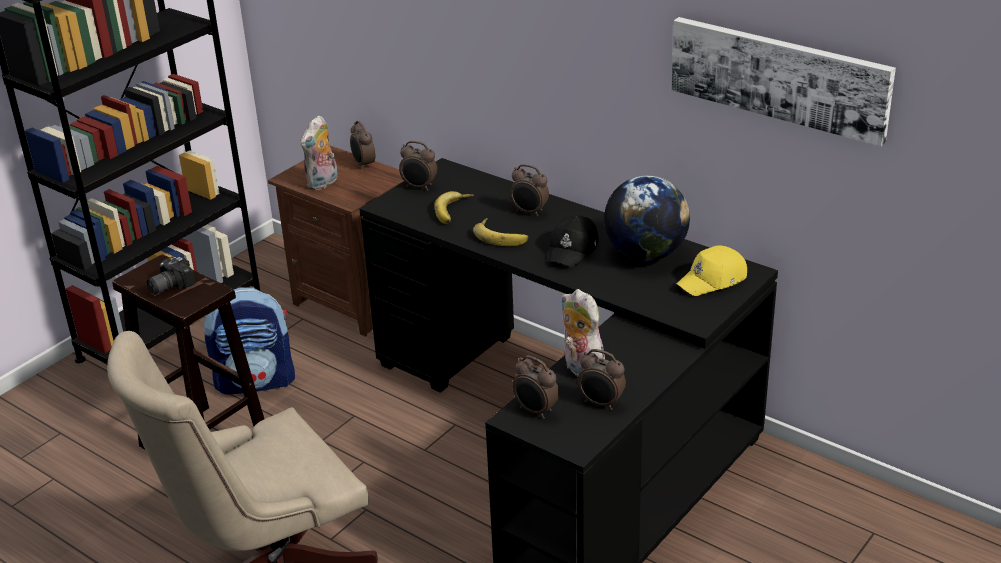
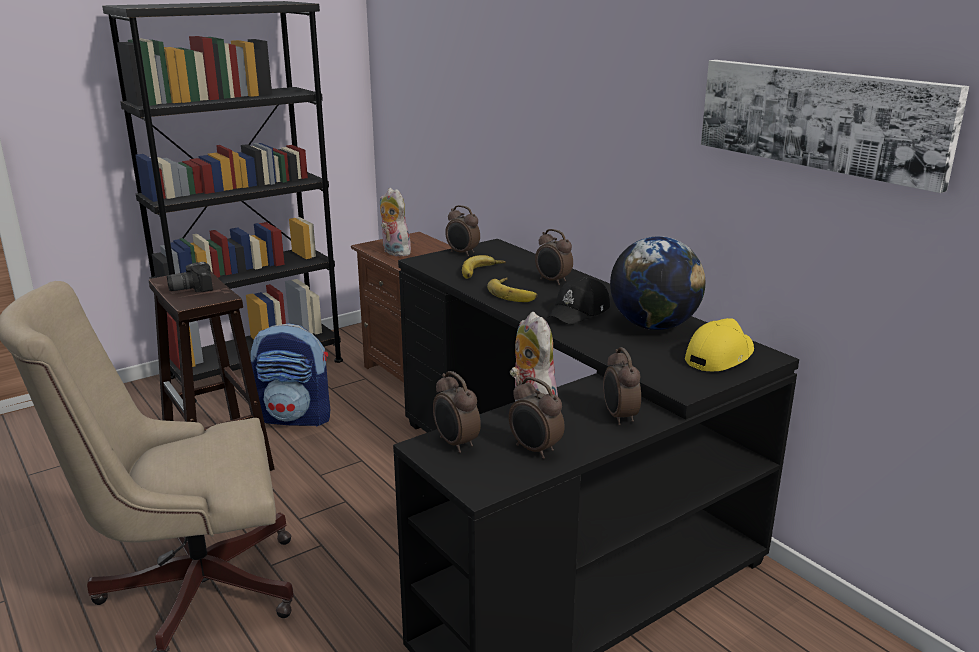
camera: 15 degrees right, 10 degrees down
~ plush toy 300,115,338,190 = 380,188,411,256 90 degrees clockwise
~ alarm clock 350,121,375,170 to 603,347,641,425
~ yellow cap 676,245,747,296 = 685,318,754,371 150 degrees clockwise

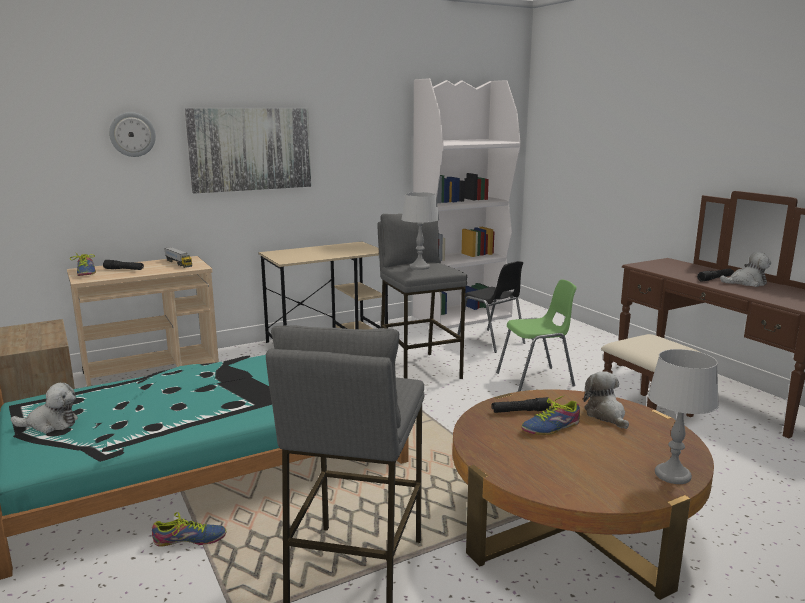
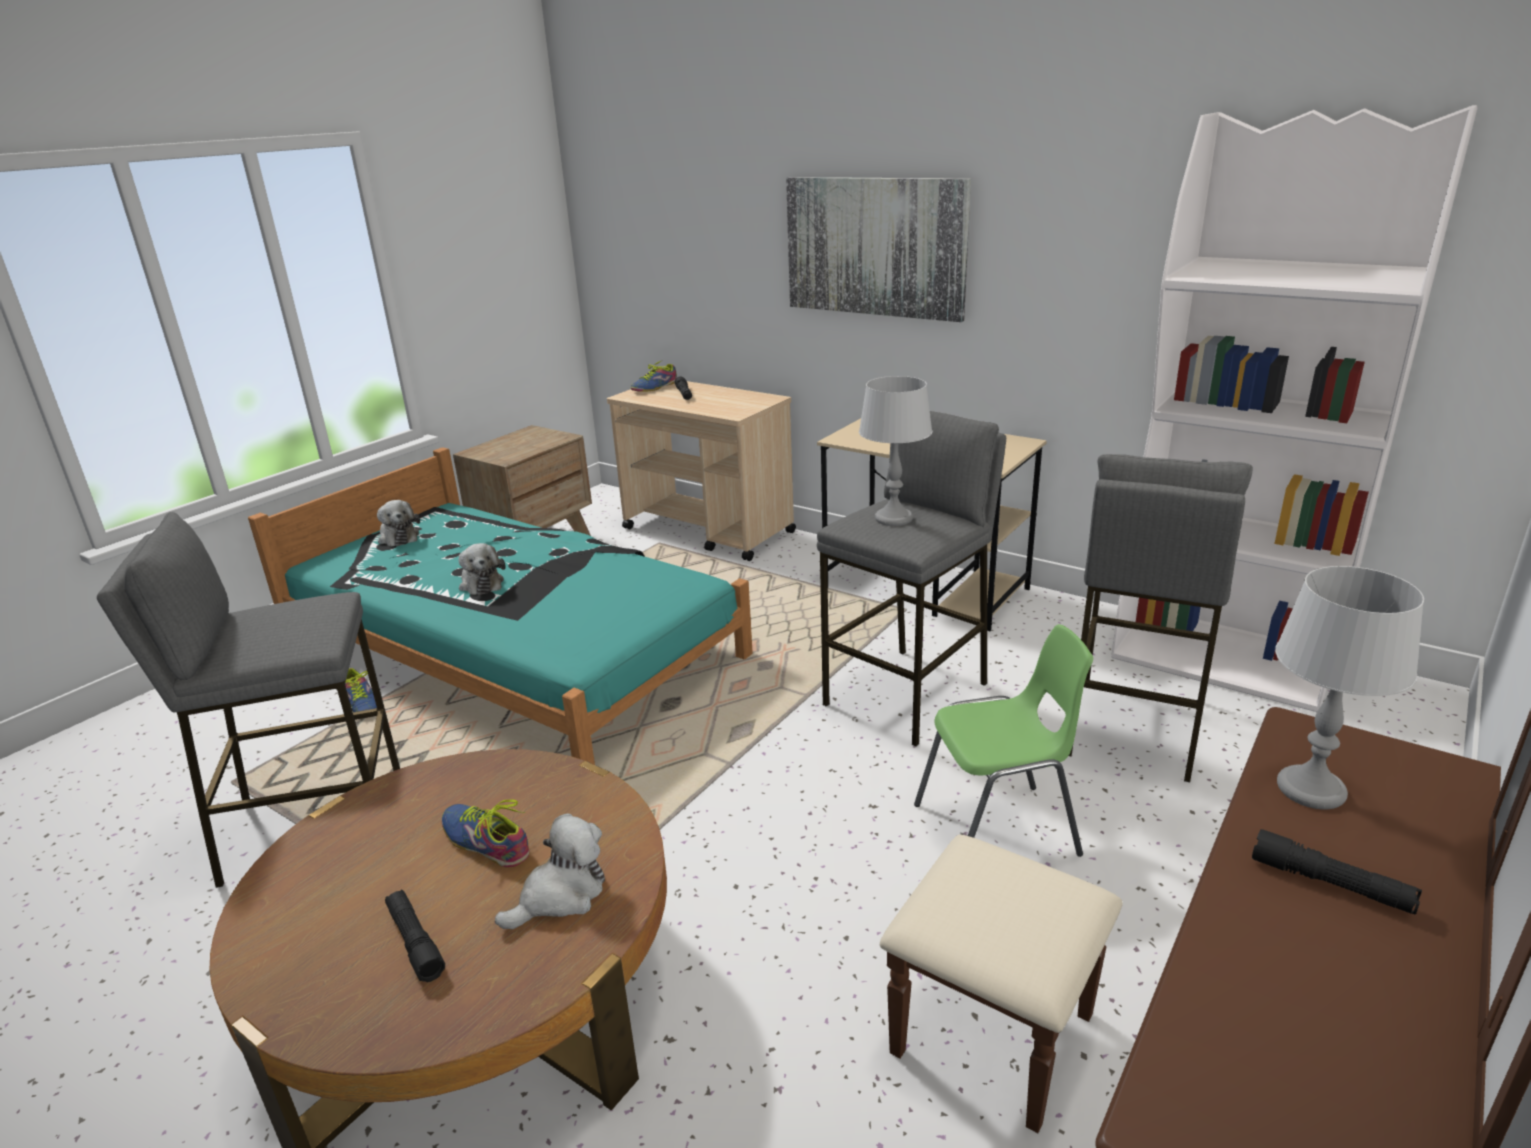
camera: 65 degrees right, 10 degrees up
~ black flashlight 492,397,551,413 to 385,890,445,982
~ plush toy 720,252,771,287 to 458,543,506,595
~ green chair 496,279,577,392 = 914,624,1093,857 60 degrees counterclockwise
~ black chair 456,261,525,353 to grey stool 1069,454,1253,782
~ grey table lamp 648,349,719,484 to 1275,566,1424,809
- wall clock 109,112,156,157
- toy truck 164,247,192,268

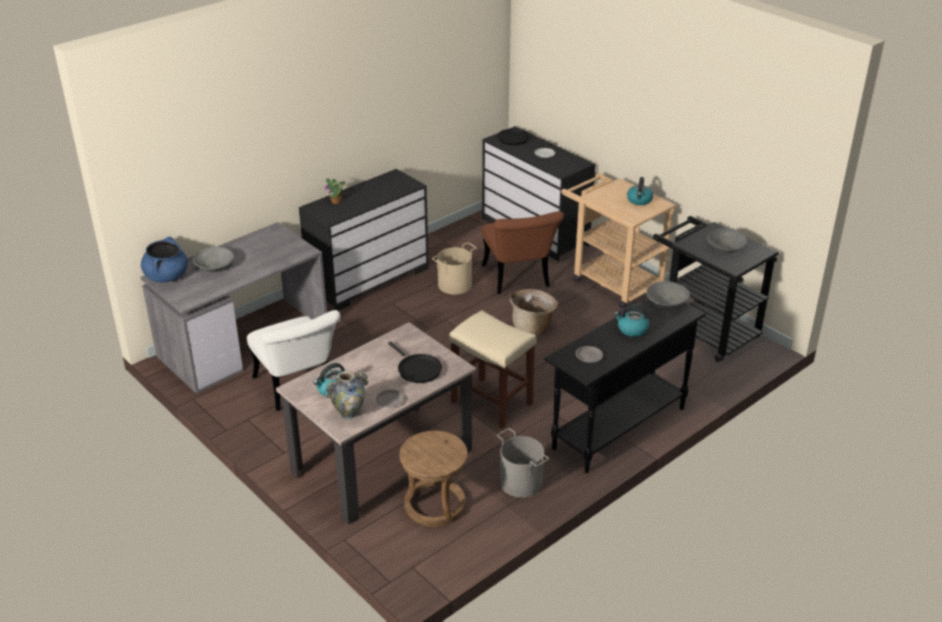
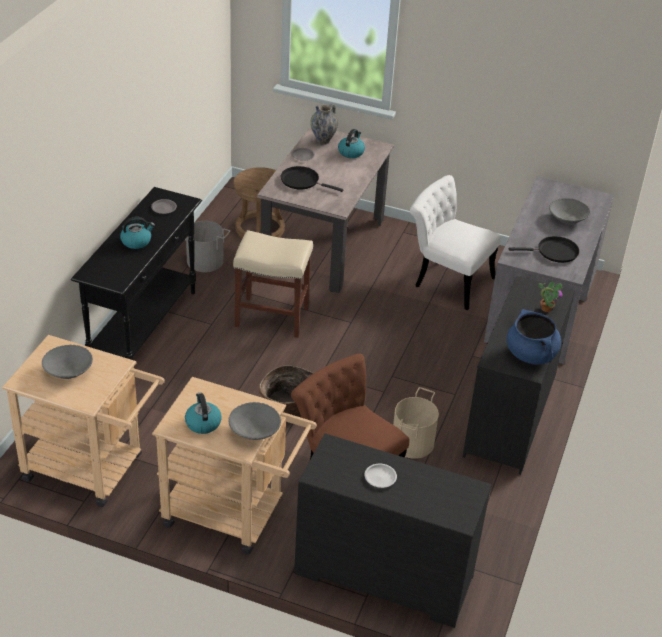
camera: 150 degrees right, 5 degrees up
~ black cart 653,216,779,362 to beige cart 2,335,165,507
~ grey bowl 646,281,690,308 to 228,402,281,440
~ blue cooking pot 141,237,188,283 to 507,309,561,365
~ black frying pan 497,129,551,145 to 509,236,579,263

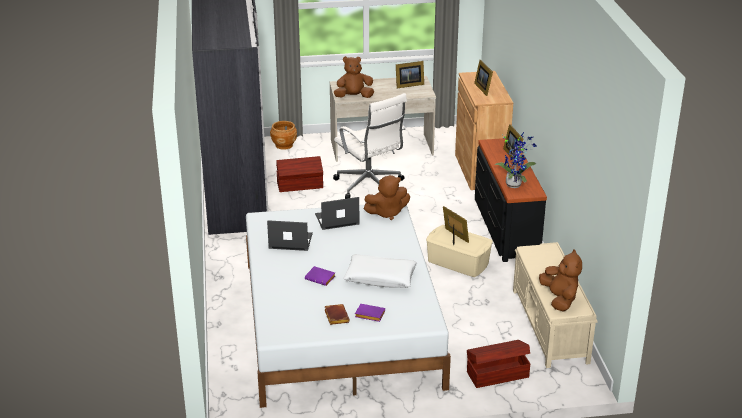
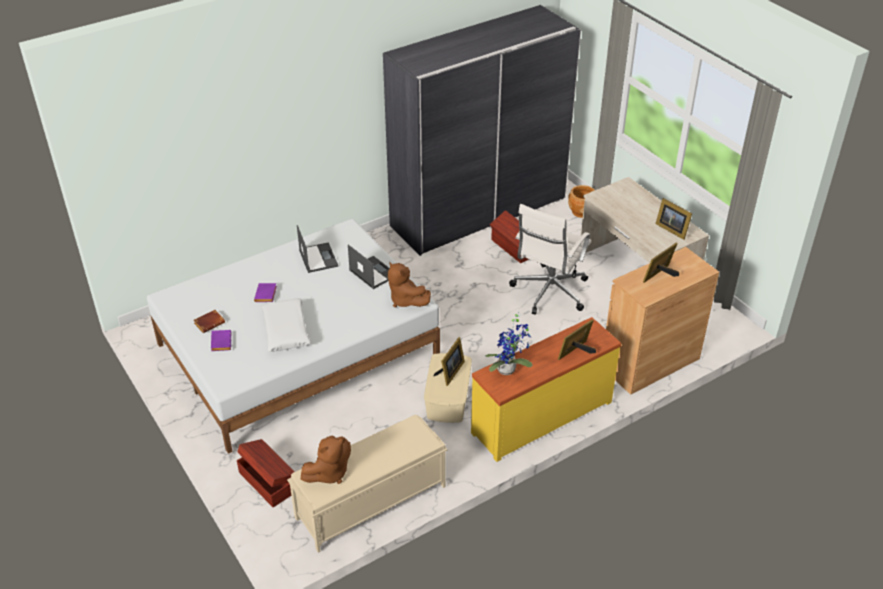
camera: 65 degrees right, 10 degrees up
~ black dresser 475,138,547,262 to yellow dresser 471,317,621,462
- brown plush toy 334,56,374,98

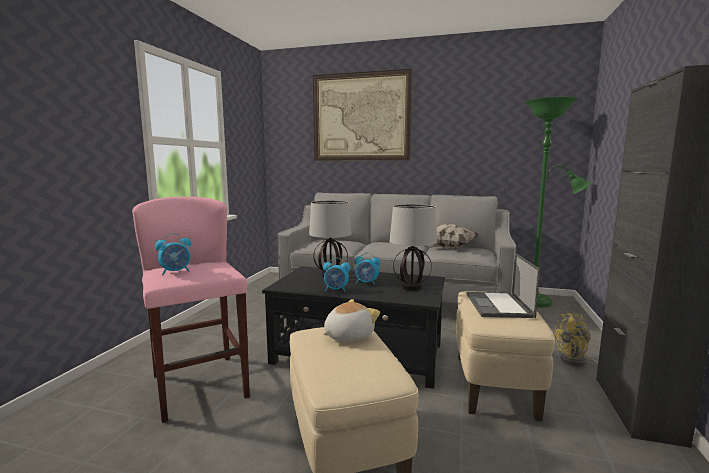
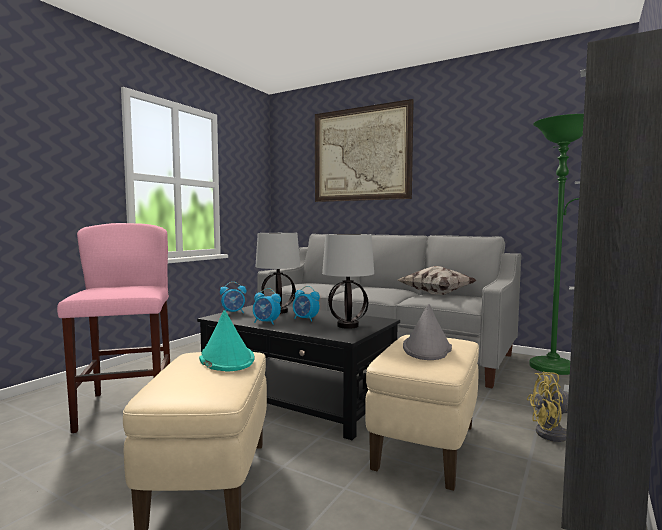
camera: 15 degrees right, 5 degrees down
~ plush toy 323,299,380,342 to turquoise hat 199,310,255,372
~ alarm clock 155,233,191,275 to 220,282,246,313
~ laptop 467,253,540,318 to grey hat 403,304,452,360

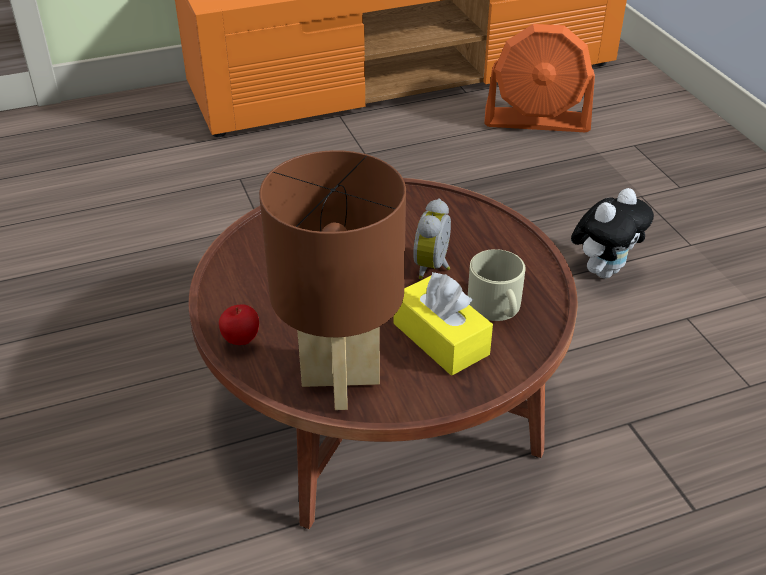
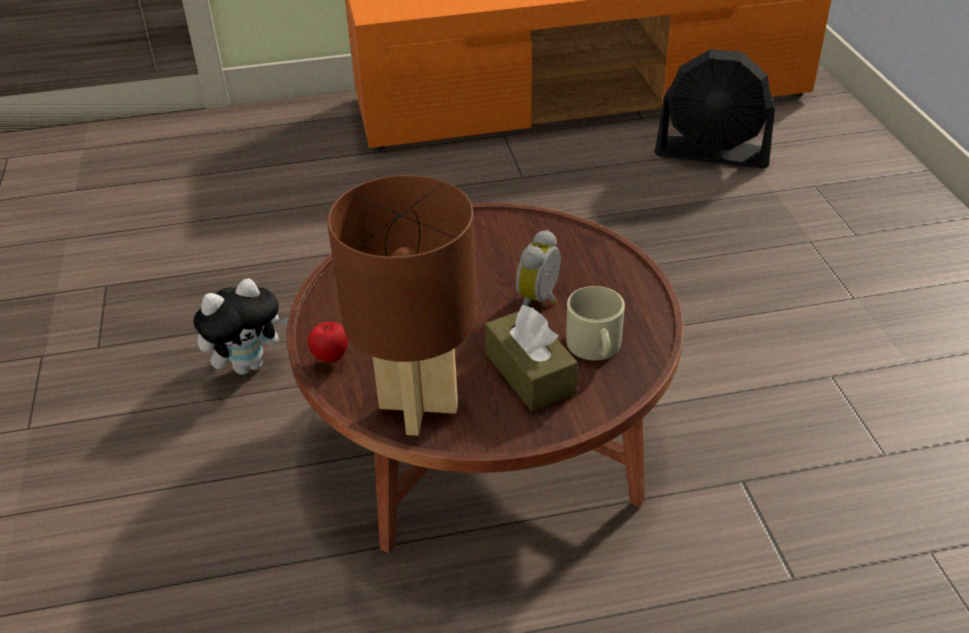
camera: 10 degrees right, 0 degrees up
~ plush toy 571,188,654,279 to 193,278,289,375
~ yellow tissue box 394,272,493,376 to brown tissue box 485,305,578,412
~ orange fan 484,24,595,132 to black fan 654,49,775,168

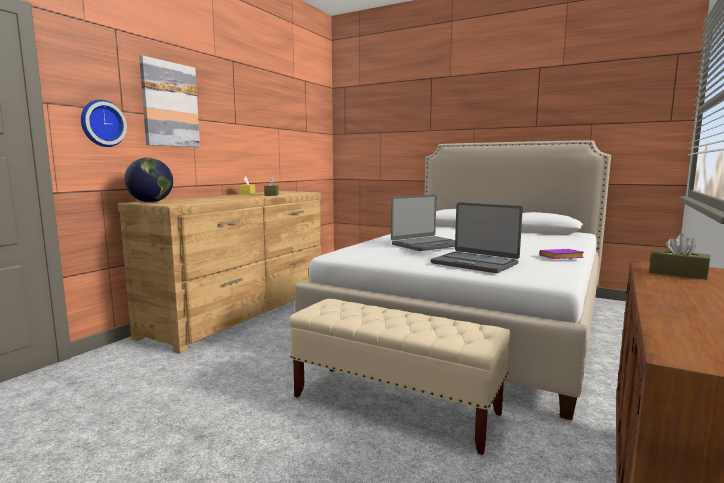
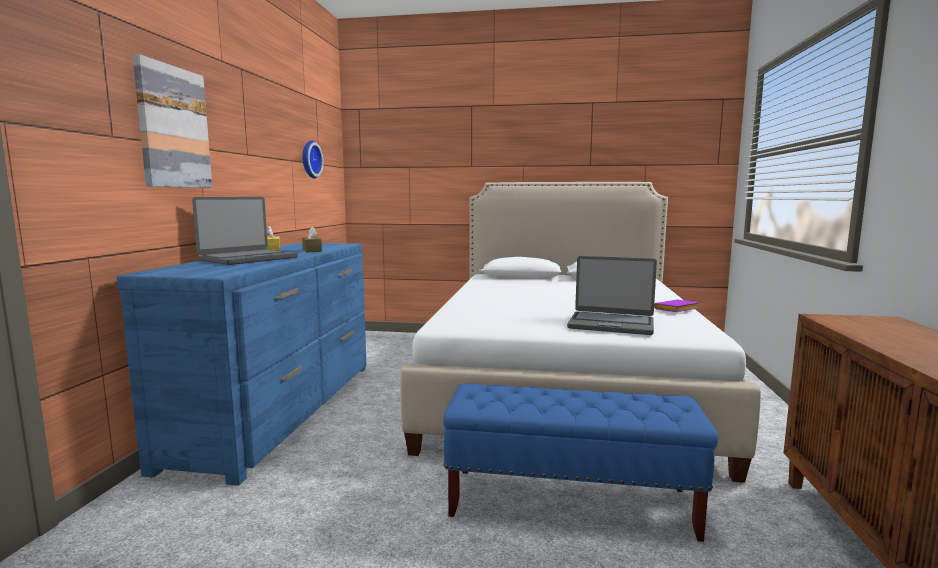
camera: 20 degrees left, 0 degrees up
~ brown dresser 118,191,321,354 to blue dresser 116,243,366,486
~ laptop 391,195,455,251 to 192,197,298,265
~ wall clock 81,100,127,147 to 302,141,324,179
~ beige bench 289,298,511,455 to blue bench 443,384,718,542
- globe 124,158,173,203
- brown tissue box 649,234,710,280

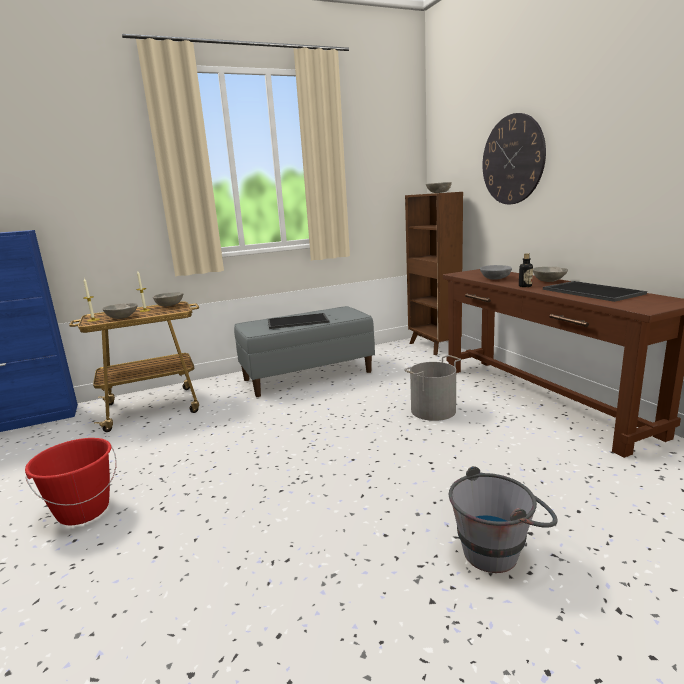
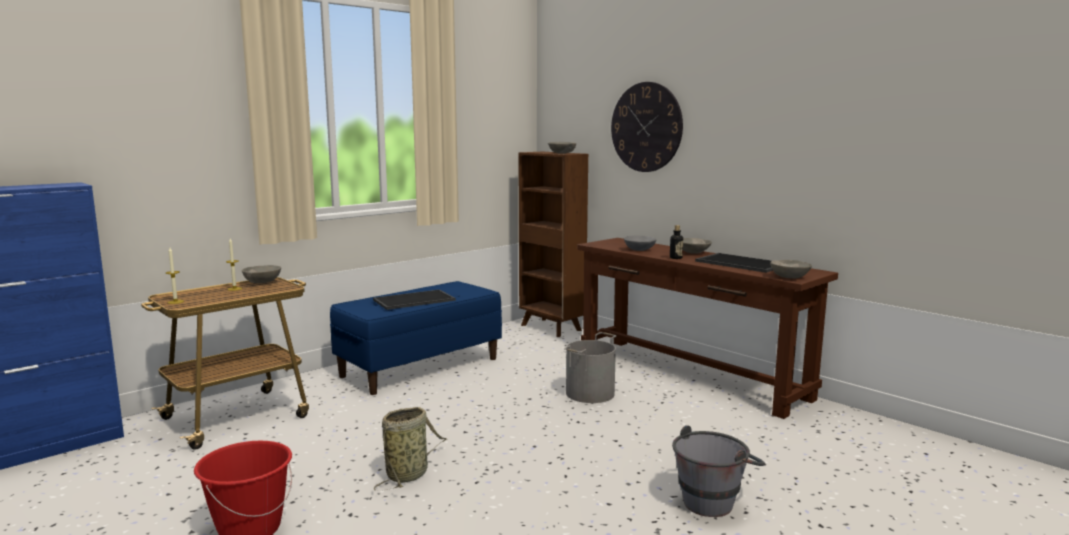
camera: 20 degrees left, 5 degrees down
~ grey bench 234,306,375,397 to blue bench 330,281,502,395
+ basket 374,407,447,491
~ grey bowl 102,303,138,319 to 770,260,812,279

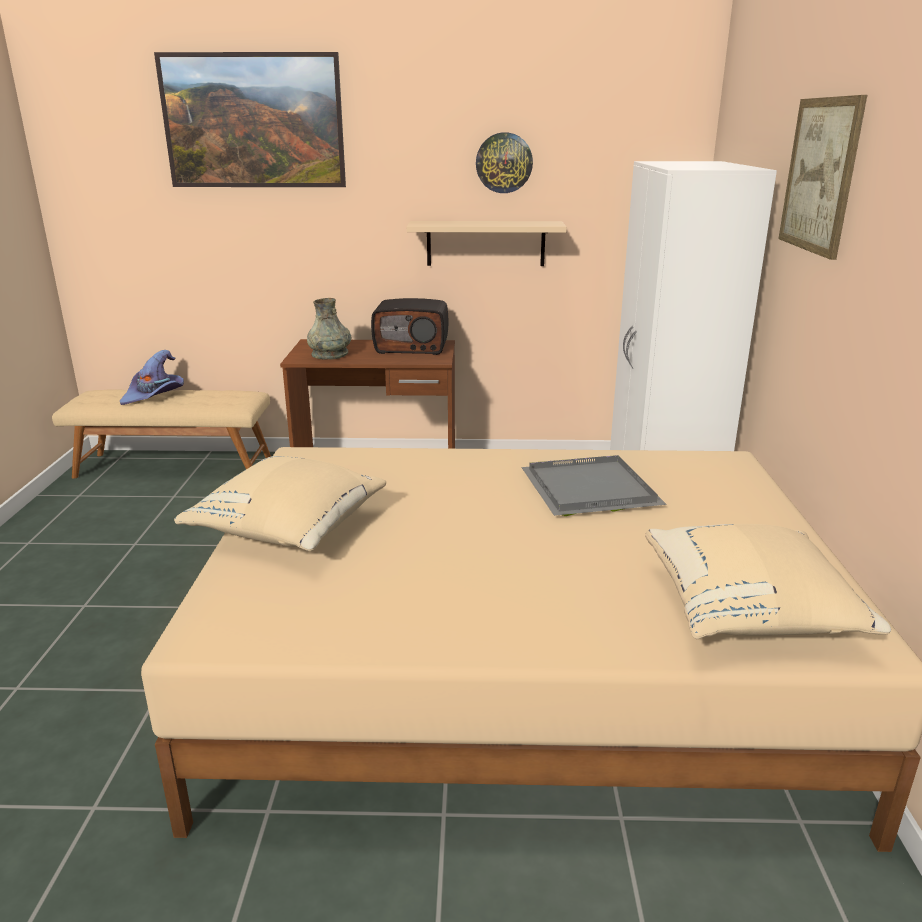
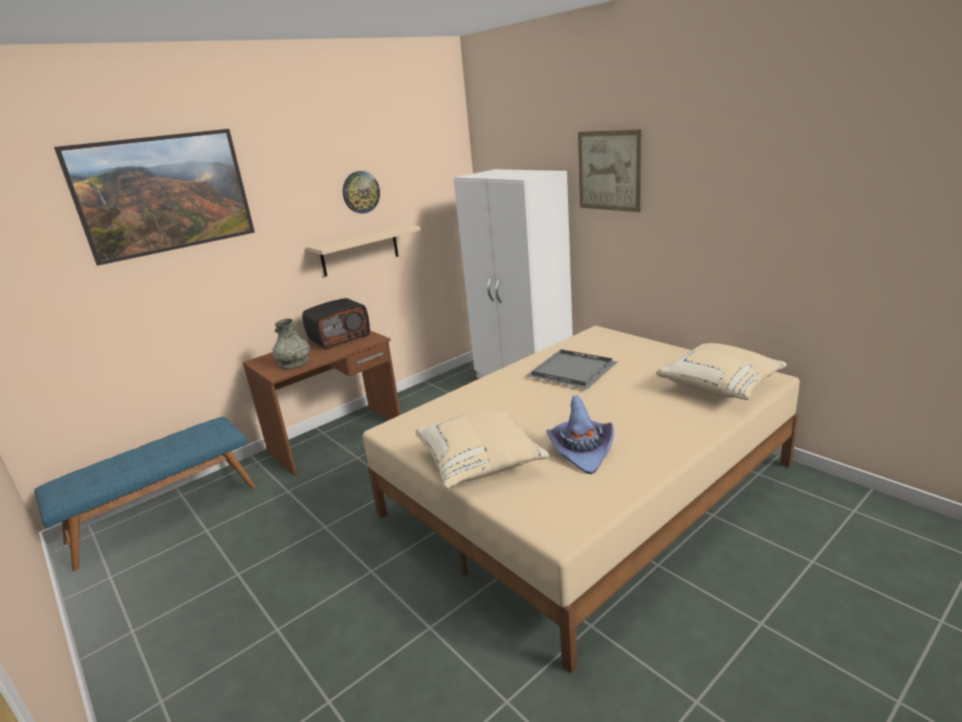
camera: 40 degrees left, 0 degrees up
~ beige bench 52,389,271,479 to blue bench 34,417,256,571
~ purple hat 120,350,184,405 to 546,395,614,474

